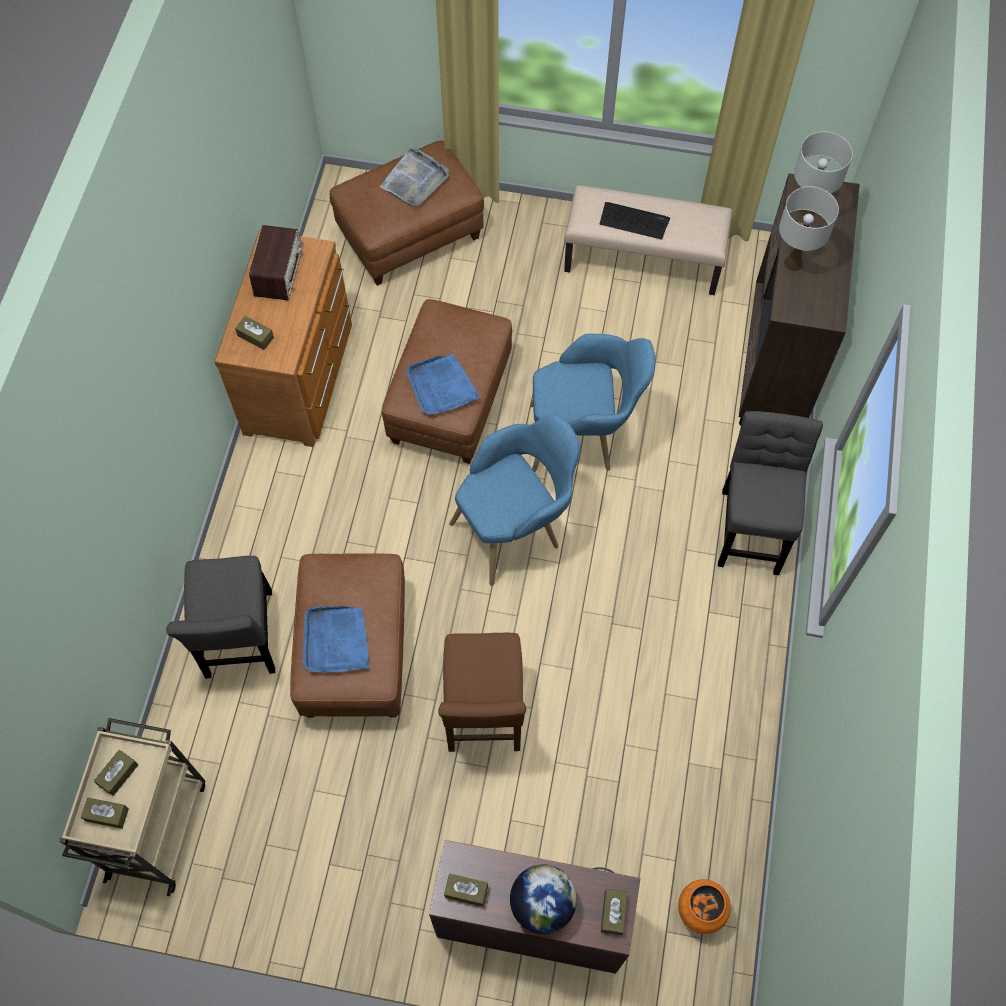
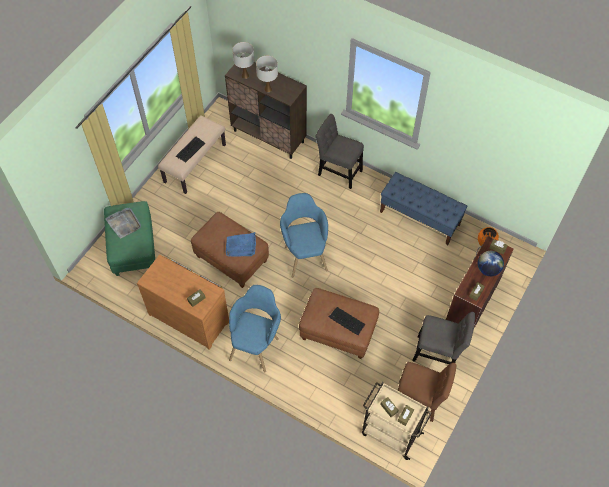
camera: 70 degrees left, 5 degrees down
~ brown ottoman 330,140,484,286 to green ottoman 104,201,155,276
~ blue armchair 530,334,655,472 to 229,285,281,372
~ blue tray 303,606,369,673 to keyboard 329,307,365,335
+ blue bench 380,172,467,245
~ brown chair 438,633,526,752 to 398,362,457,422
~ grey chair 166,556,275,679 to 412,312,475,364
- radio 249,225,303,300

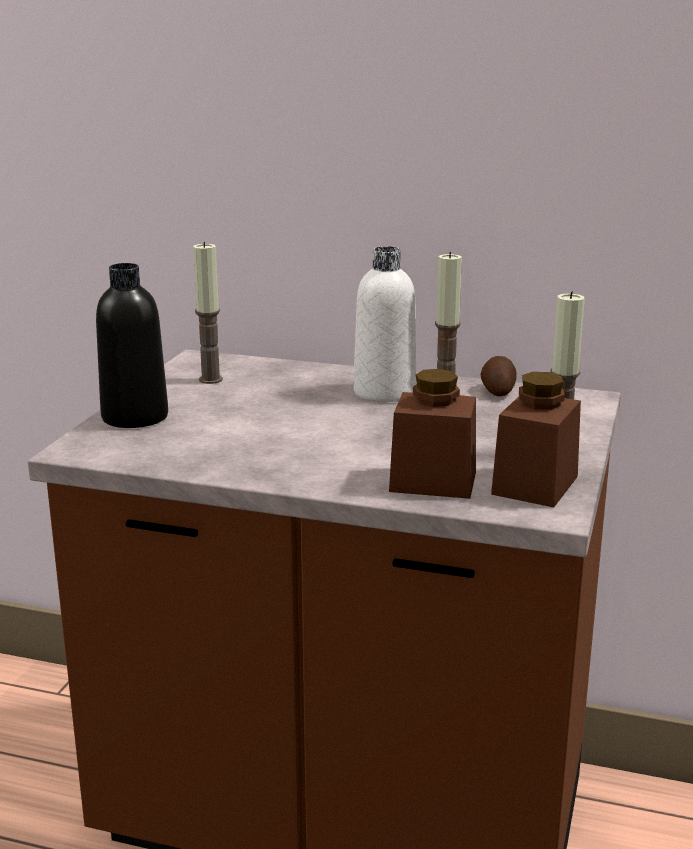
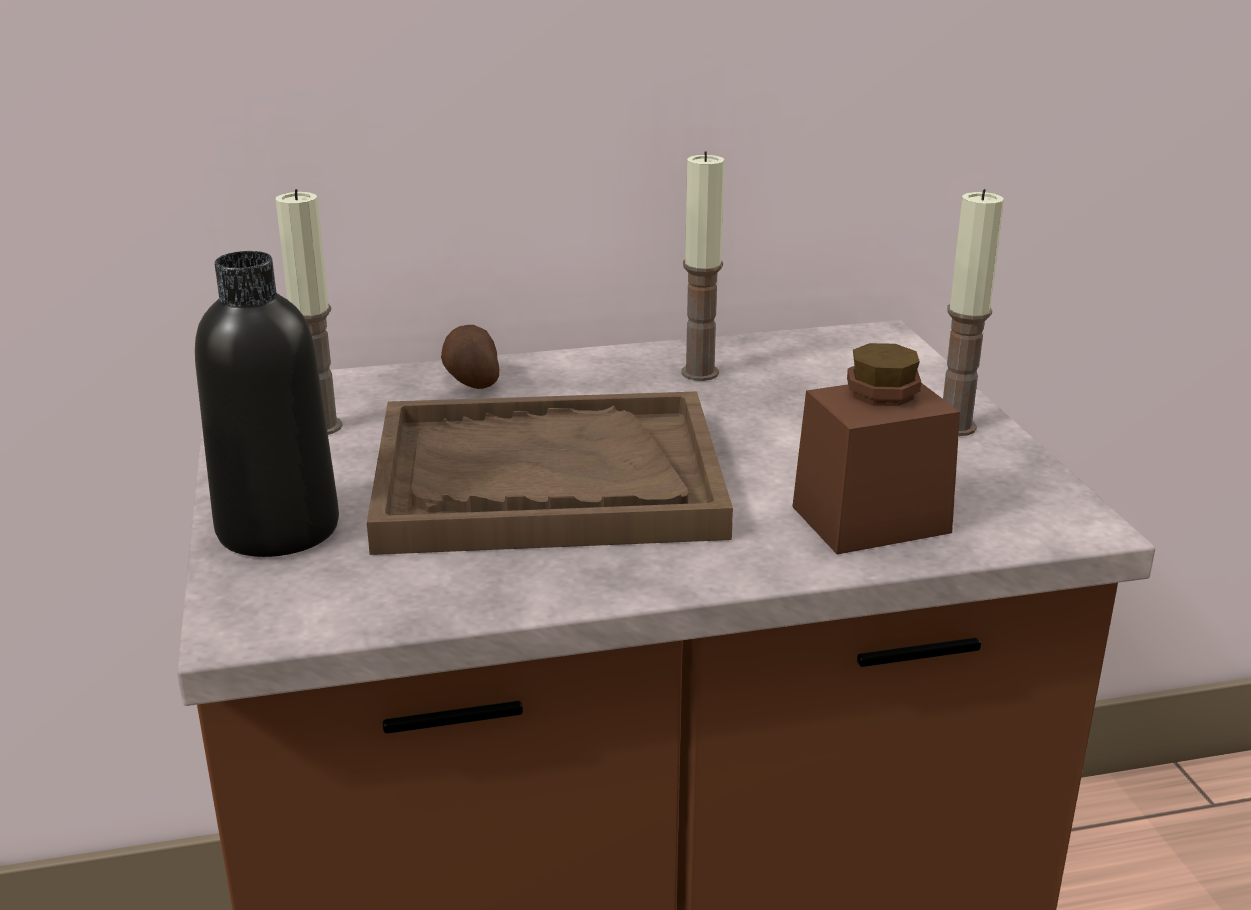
camera: 30 degrees left, 5 degrees up
+ brown tray 367,391,733,555
~ potato 480,356,517,396 to 441,325,499,389
- white bottle 353,246,416,402
- brown jar 491,372,581,507

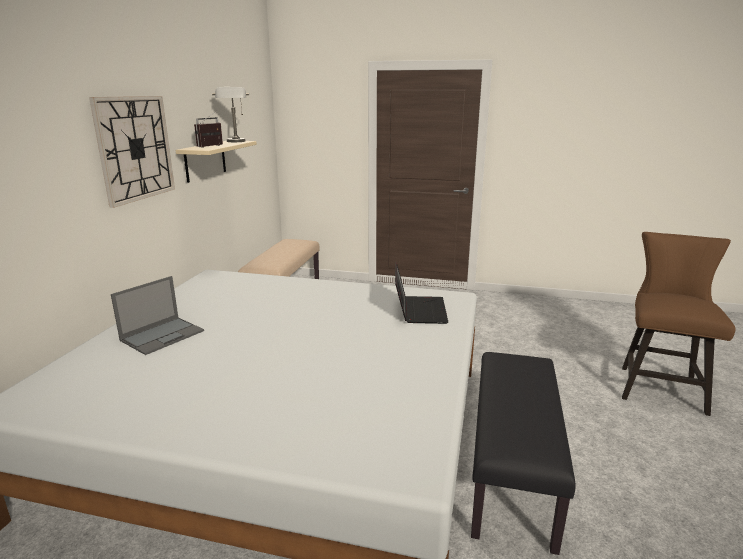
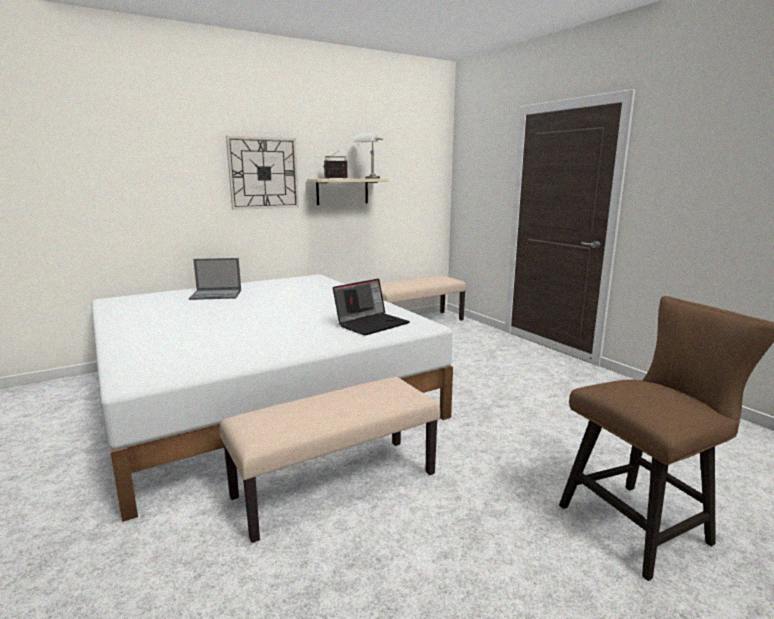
camera: 45 degrees right, 5 degrees down
~ black bench 471,352,576,555 to beige bench 219,377,440,543

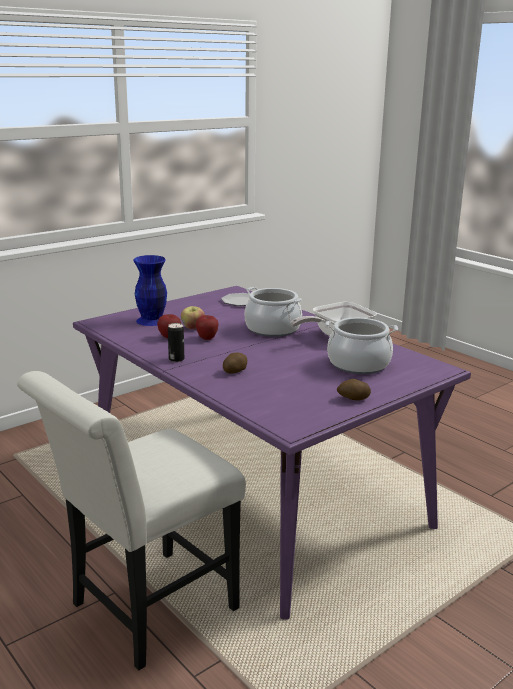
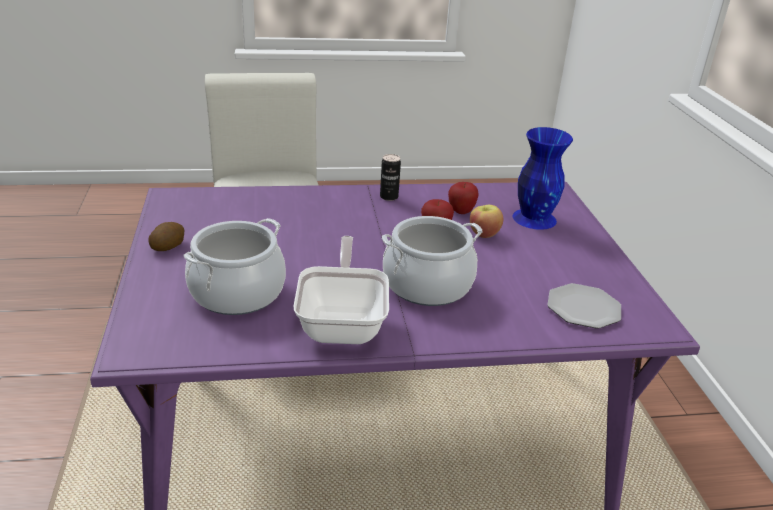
camera: 120 degrees right, 10 degrees up
- potato 223,352,247,374

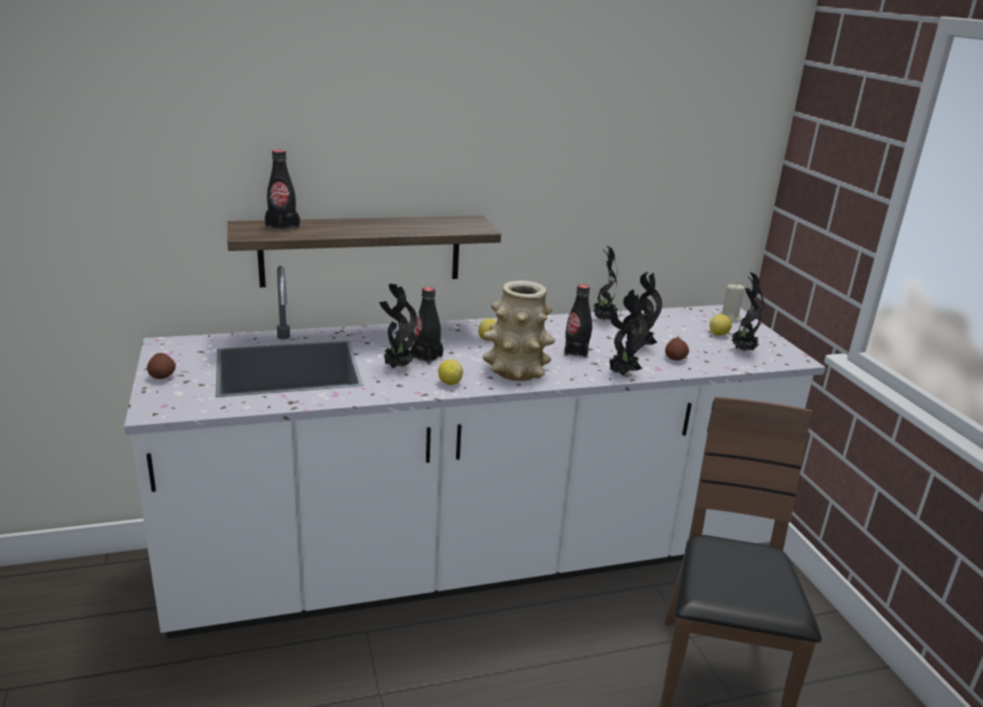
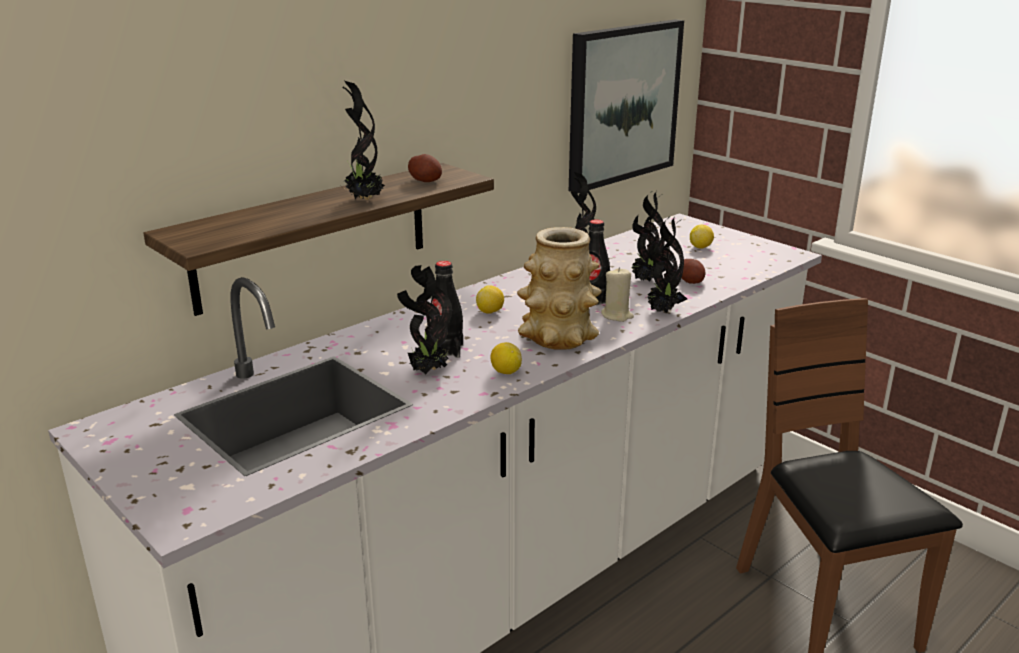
camera: 25 degrees left, 0 degrees up
~ potted plant 728,272,764,352 to 342,81,385,200
~ potato 147,353,176,379 to 408,154,442,182
+ picture 569,19,684,194
~ beige candle 720,283,744,322 to 601,267,634,322
- black bottle 265,150,300,232

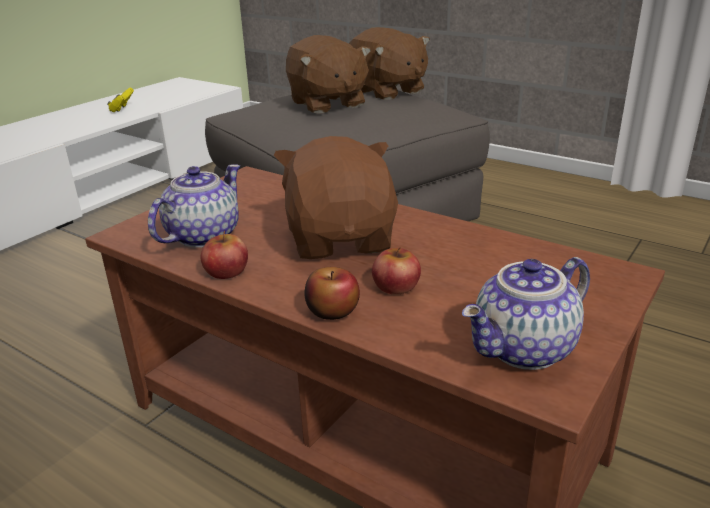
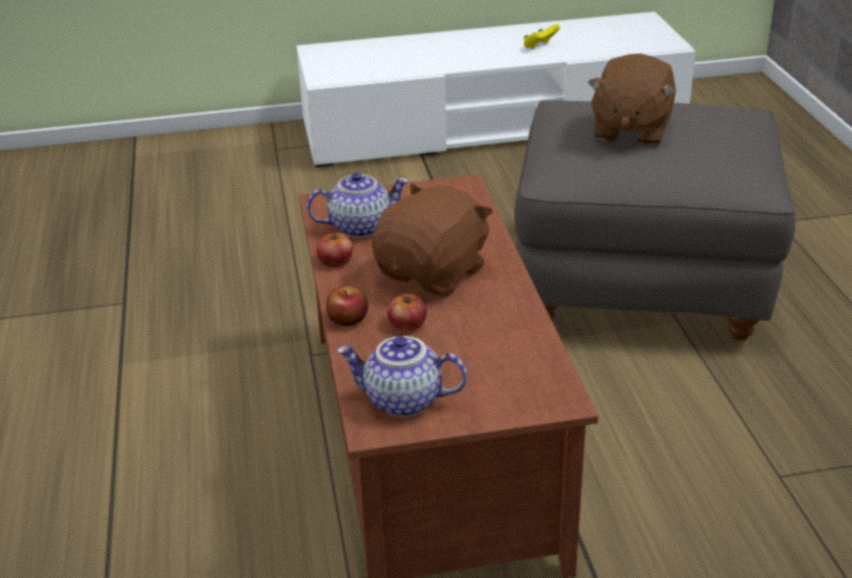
camera: 45 degrees right, 5 degrees up
- brown plush toy 349,27,430,100

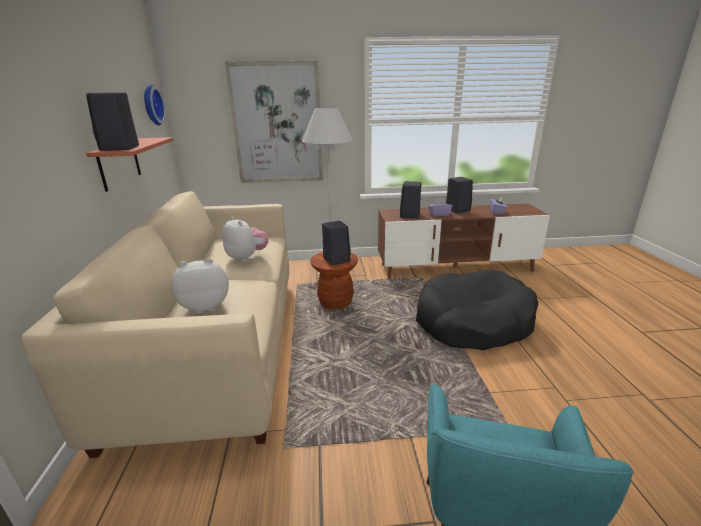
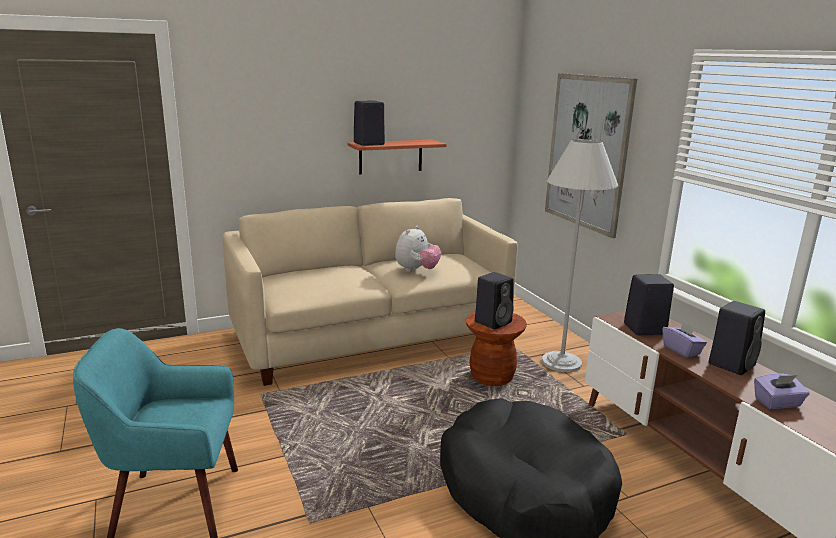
camera: 70 degrees right, 5 degrees down
- wall clock 144,84,166,125
- plush toy 171,258,229,314

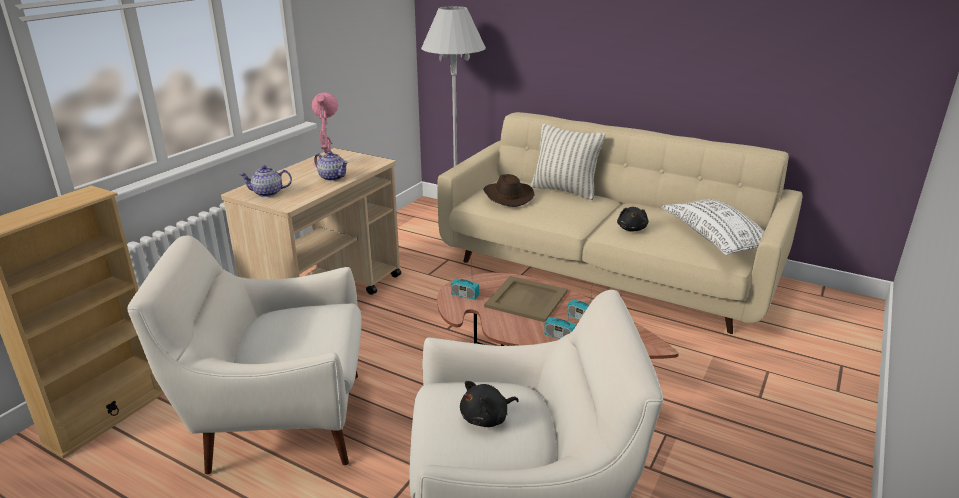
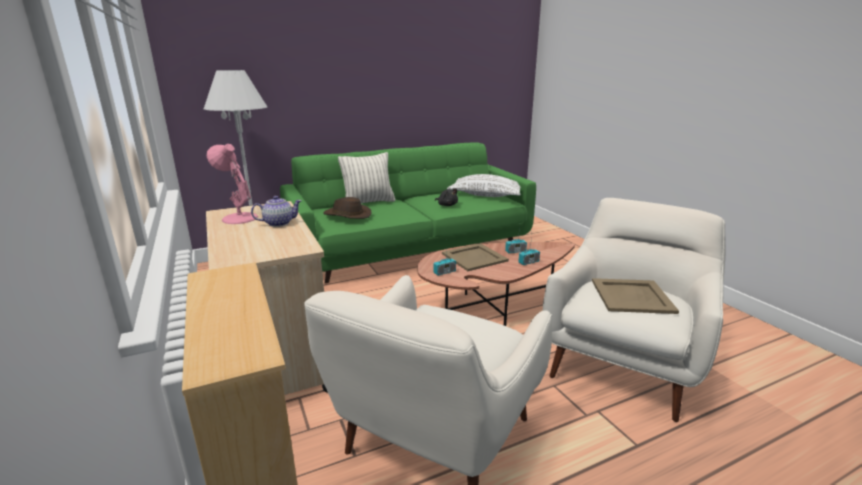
camera: 55 degrees left, 5 degrees down
~ beige sofa 437,112,803,334 to green sofa 280,142,536,283
~ black plush toy 460,381,519,427 to beige tray 592,278,679,314
- teapot 239,165,292,197

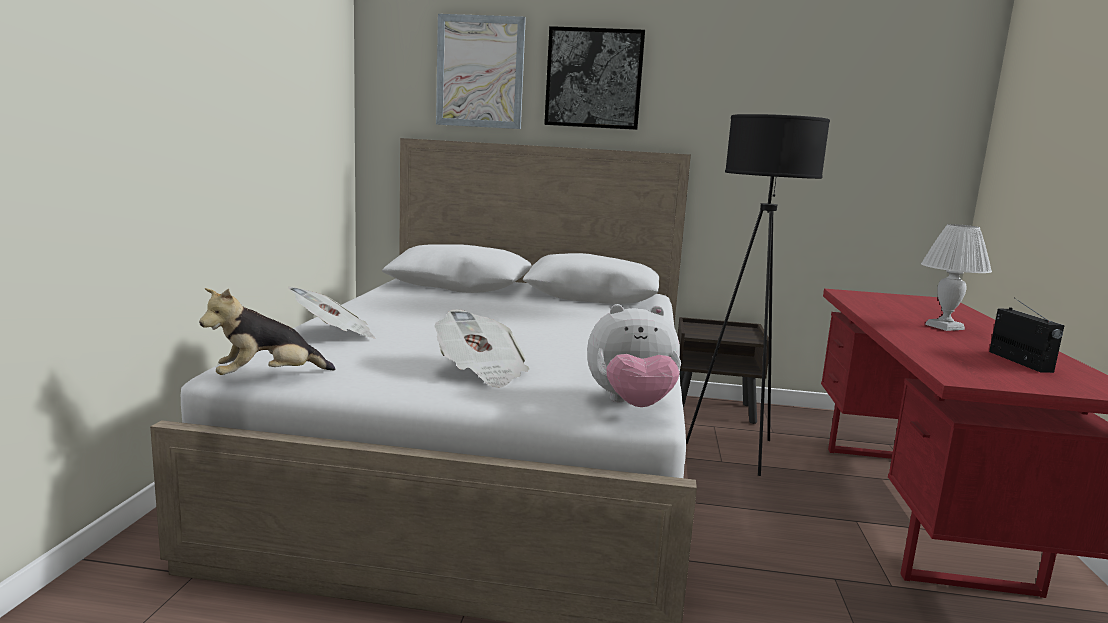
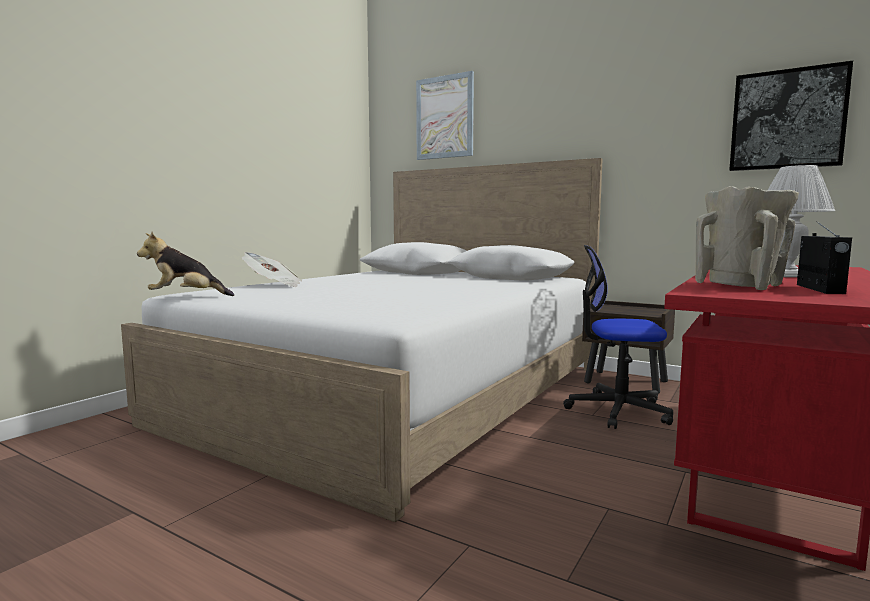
camera: 25 degrees right, 5 degrees down
~ black floor lamp 686,114,830,476 to office chair 563,245,673,429
+ beige vase 695,186,799,290
~ picture 544,26,645,130 to 729,61,853,171
- newspaper 434,309,529,388
- plush toy 587,304,681,407

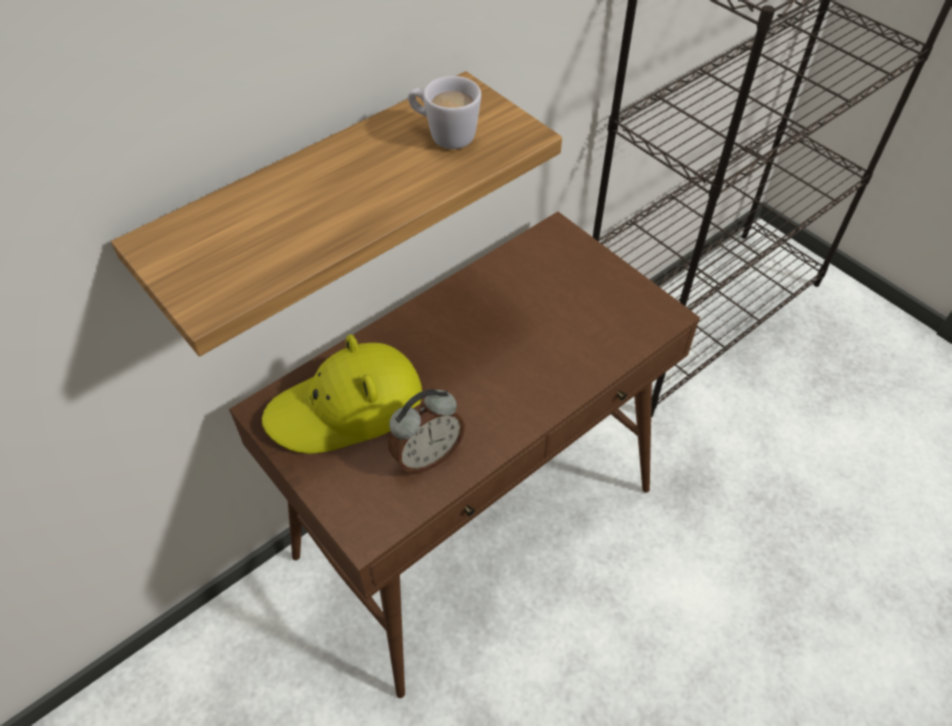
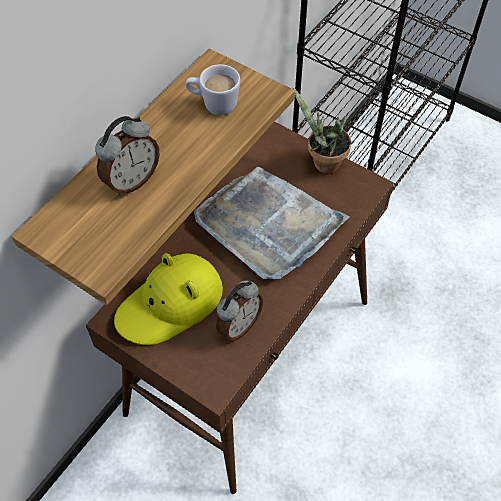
camera: 15 degrees left, 5 degrees up
+ alarm clock 95,116,160,195
+ grey tray 194,167,350,279
+ potted plant 293,87,351,174

